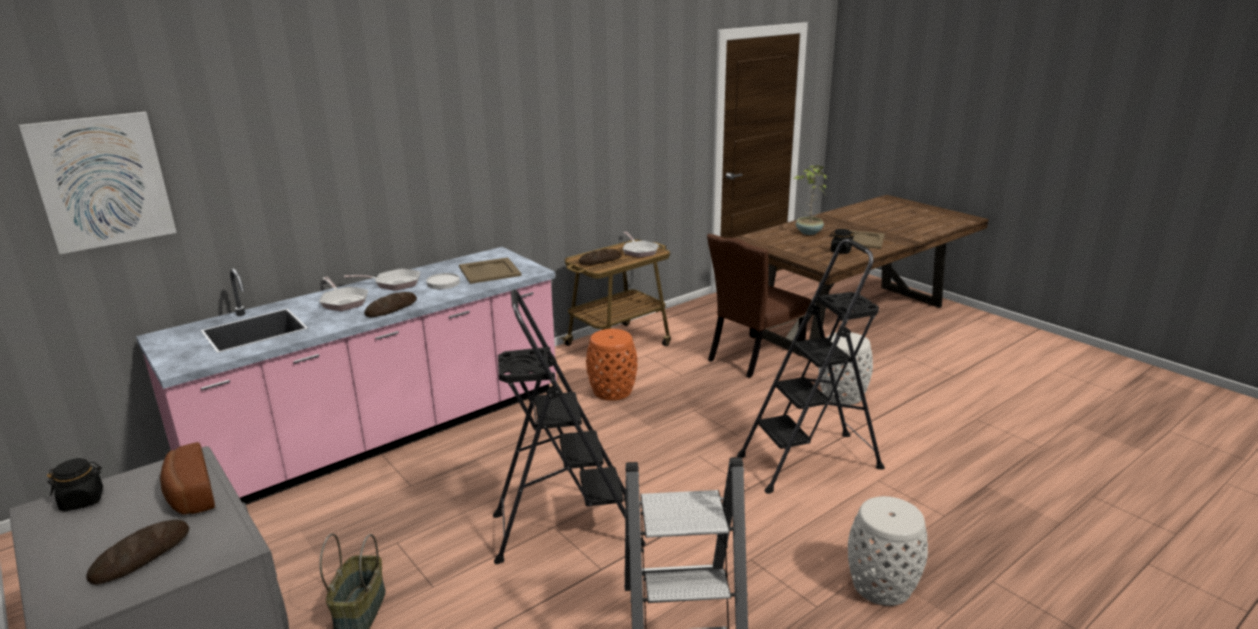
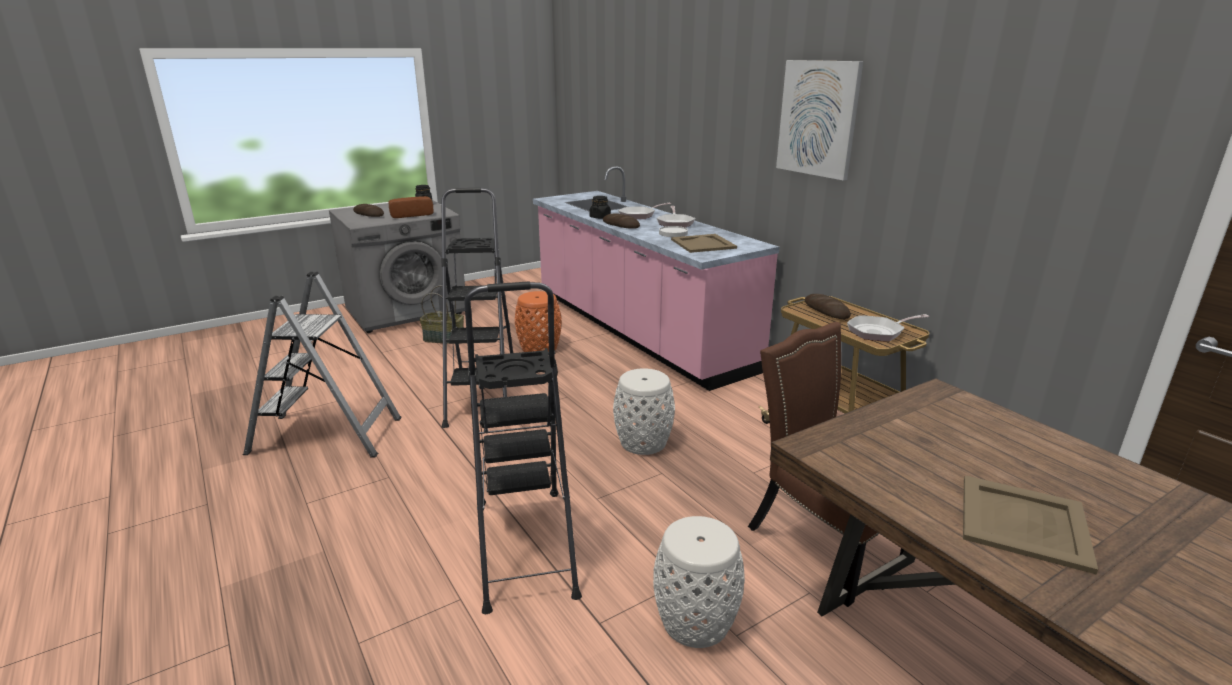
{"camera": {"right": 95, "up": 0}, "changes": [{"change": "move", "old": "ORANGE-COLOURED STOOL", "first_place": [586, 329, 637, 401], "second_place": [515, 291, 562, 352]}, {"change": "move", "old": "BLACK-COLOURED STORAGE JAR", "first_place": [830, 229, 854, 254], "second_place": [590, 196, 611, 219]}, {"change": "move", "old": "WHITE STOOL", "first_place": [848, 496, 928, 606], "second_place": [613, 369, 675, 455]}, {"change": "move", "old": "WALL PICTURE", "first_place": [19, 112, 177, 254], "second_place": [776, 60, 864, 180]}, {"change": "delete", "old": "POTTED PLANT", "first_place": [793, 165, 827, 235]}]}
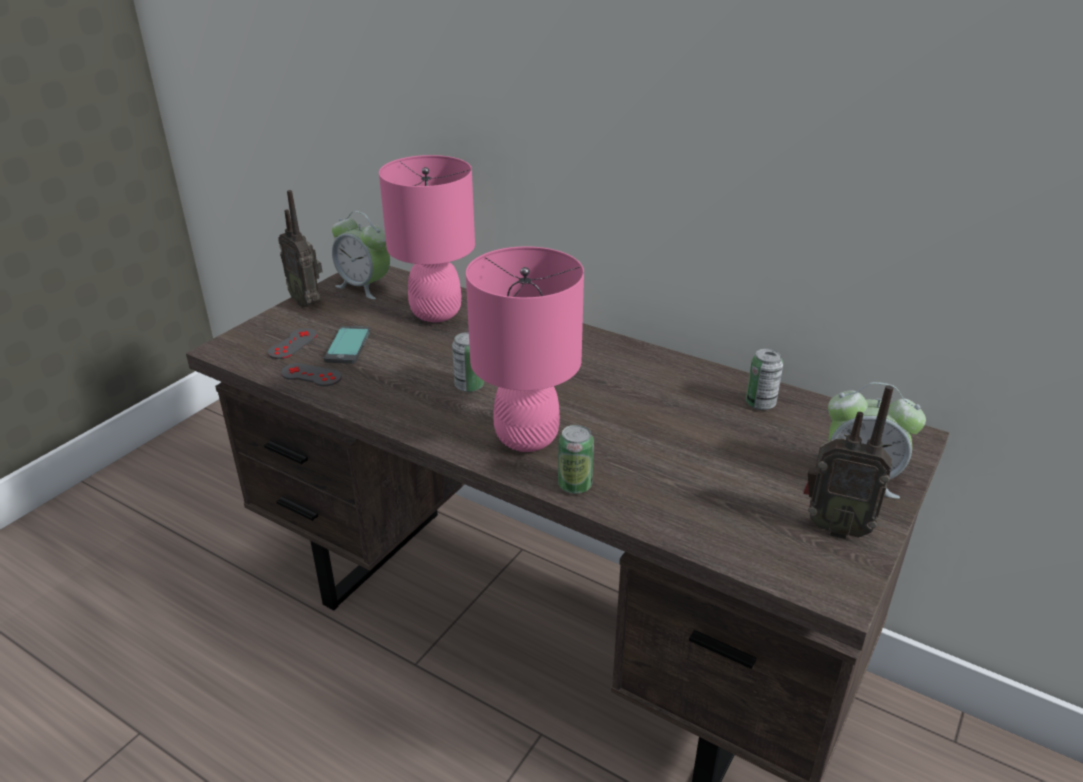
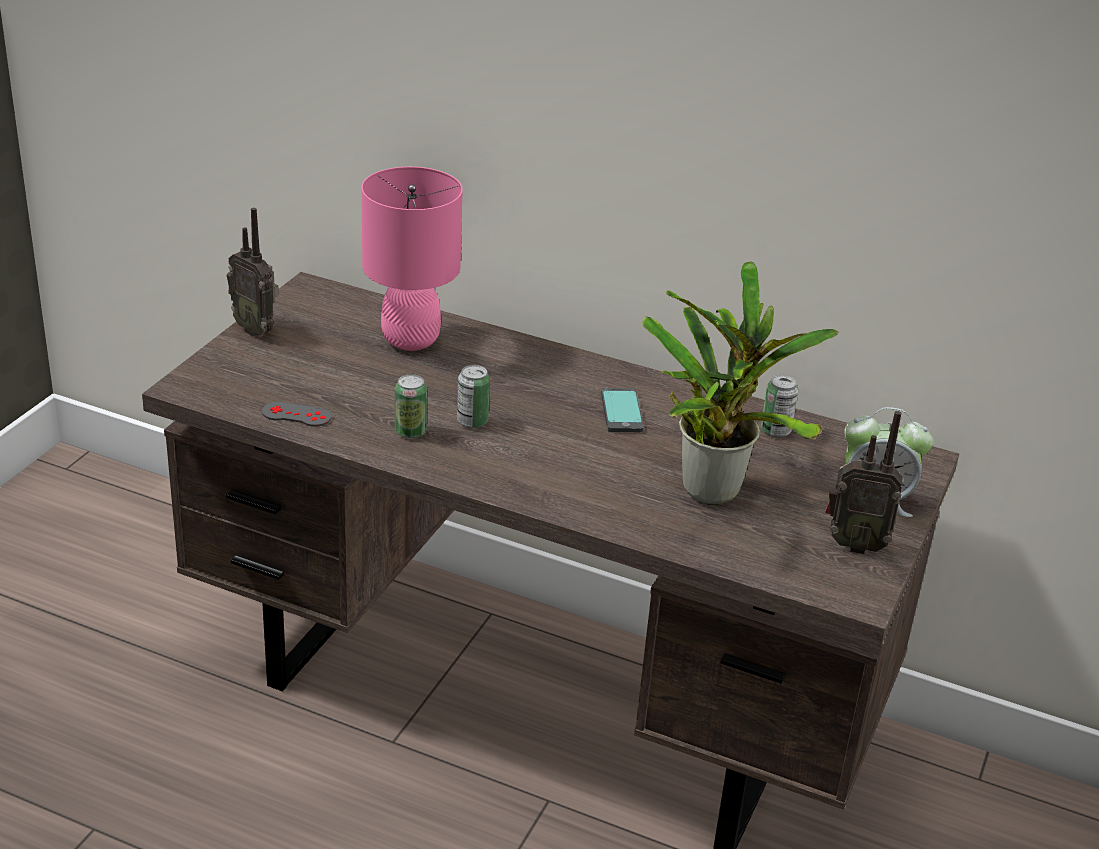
{"camera": {"right": -10, "up": 0}, "changes": [{"change": "move", "old": "SEALED CAN", "first_place": [558, 425, 594, 494], "second_place": [395, 374, 427, 438]}, {"change": "move", "old": "PHONE", "first_place": [324, 326, 371, 364], "second_place": [601, 388, 644, 432]}, {"change": "insert", "new": "POTTED PLANT", "second_place": [642, 261, 839, 505]}, {"change": "delete", "old": "GREYISH GAMEPAD", "first_place": [268, 328, 317, 359]}, {"change": "delete", "old": "ALARM CLOCK", "first_place": [332, 211, 390, 299]}, {"change": "delete", "old": "PINKISH TABLE LAMP", "first_place": [466, 246, 584, 452]}]}
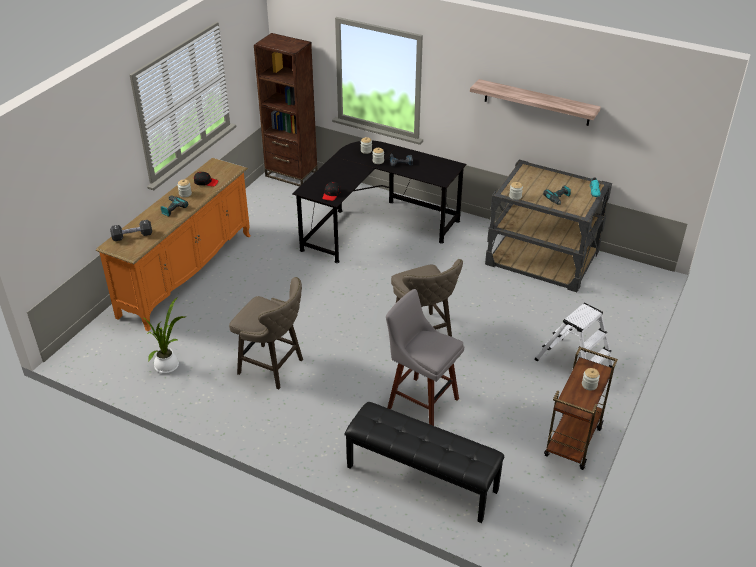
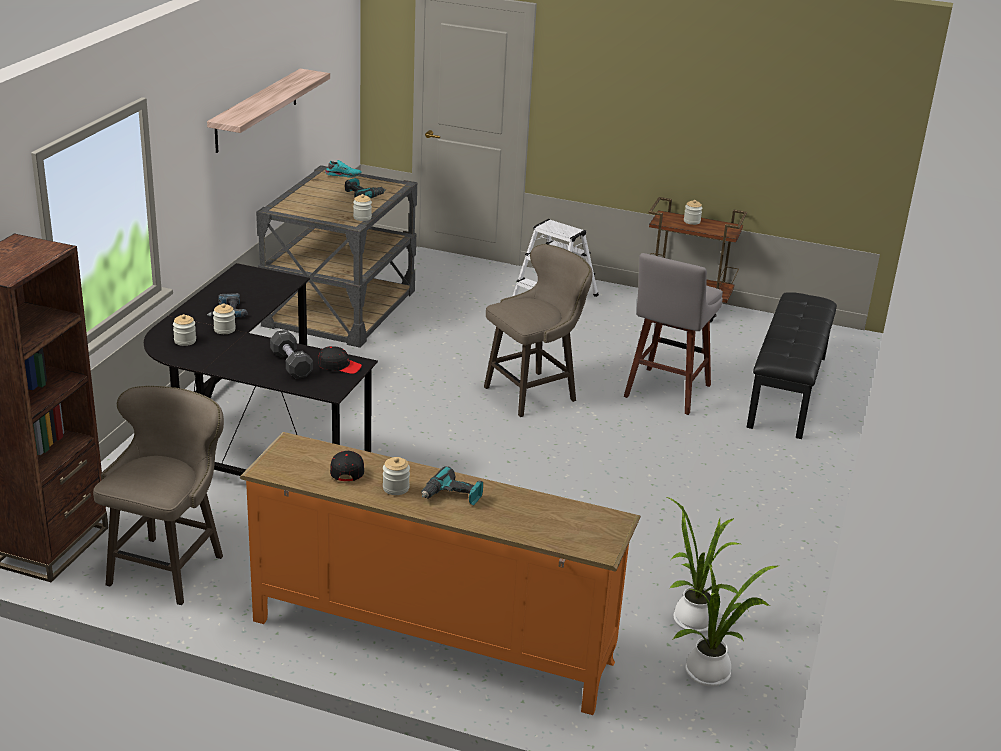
{"camera": {"right": -100, "up": -10}, "changes": [{"change": "move", "old": "BEIGE STOOL", "first_place": [229, 277, 303, 389], "second_place": [93, 386, 224, 605]}, {"change": "move", "old": "BLACK-COLOURED DUMBBELL", "first_place": [110, 220, 152, 241], "second_place": [270, 330, 313, 379]}, {"change": "insert", "new": "POTTED PLANT", "second_place": [673, 563, 778, 687]}]}
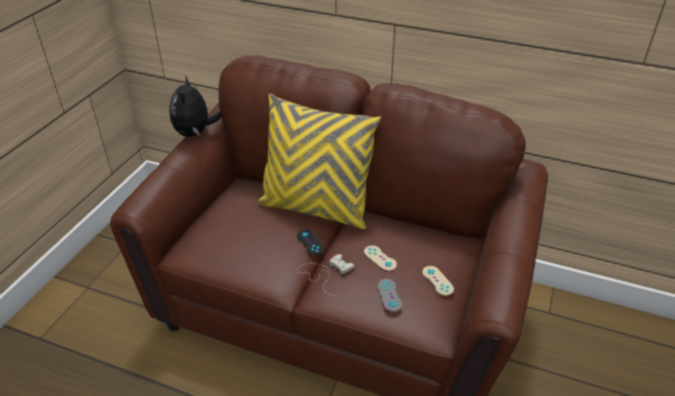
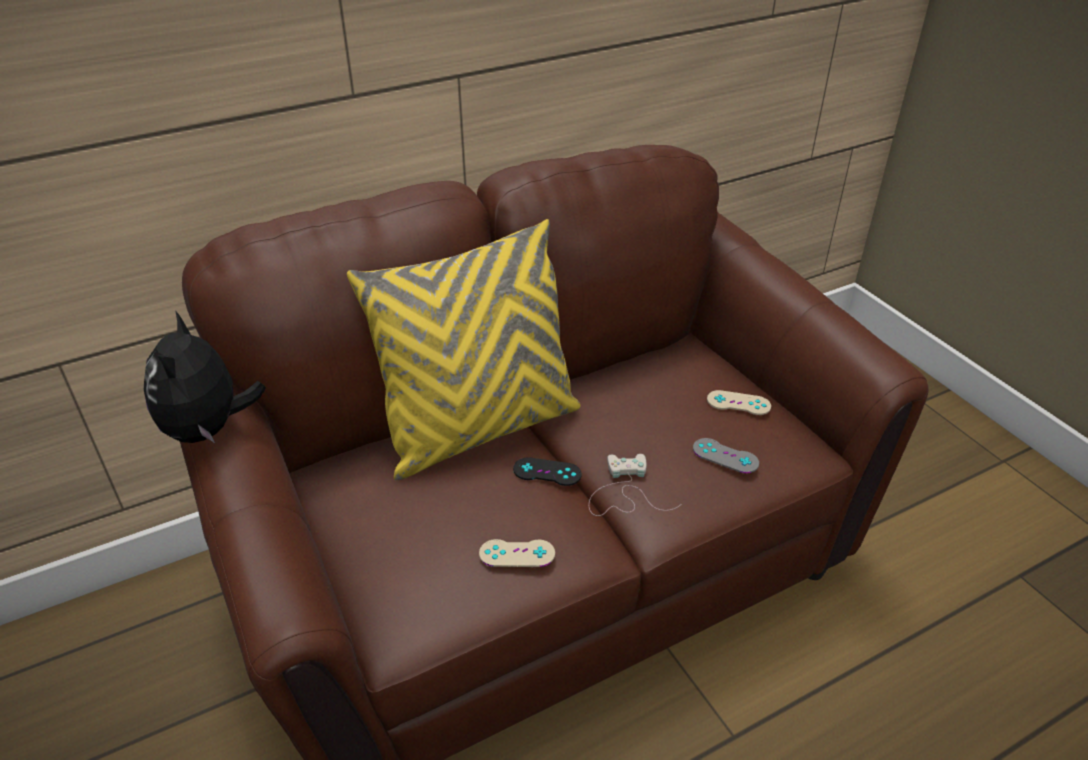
{"camera": {"right": -50, "up": 0}, "changes": [{"change": "rotate", "old": "CUDDLY TOY", "first_place": [169, 76, 222, 137], "second_place": [143, 312, 266, 443], "degrees": 45}, {"change": "move", "old": "BEIGE GAMEPAD", "first_place": [364, 245, 397, 271], "second_place": [479, 539, 555, 567]}]}
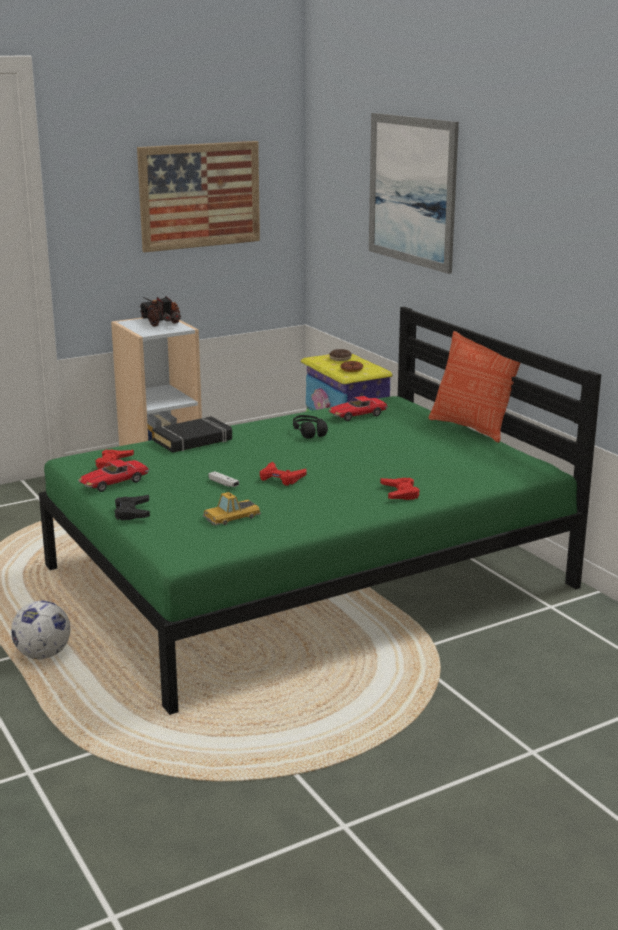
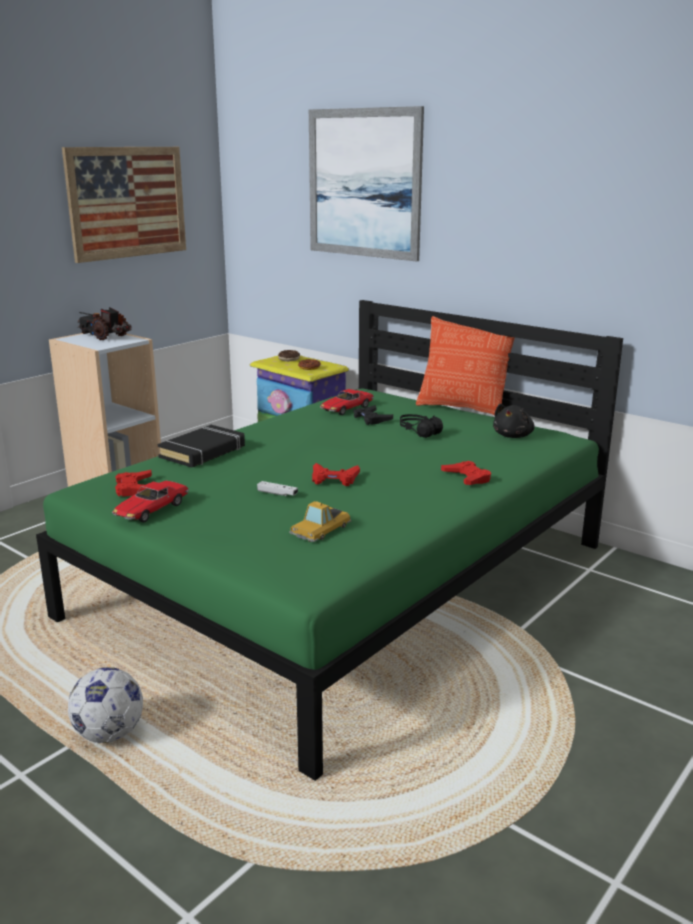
{"camera": {"right": -20, "up": 0}, "changes": [{"change": "move", "old": "BLACK-COLOURED GAMEPAD", "first_place": [115, 495, 150, 520], "second_place": [354, 405, 393, 425]}, {"change": "move", "old": "BLACK-COLOURED PAIR OF HEADPHONES", "first_place": [293, 415, 328, 439], "second_place": [400, 414, 443, 438]}, {"change": "insert", "new": "BLACK-COLOURED CUDDLY TOY", "second_place": [493, 404, 535, 438]}]}
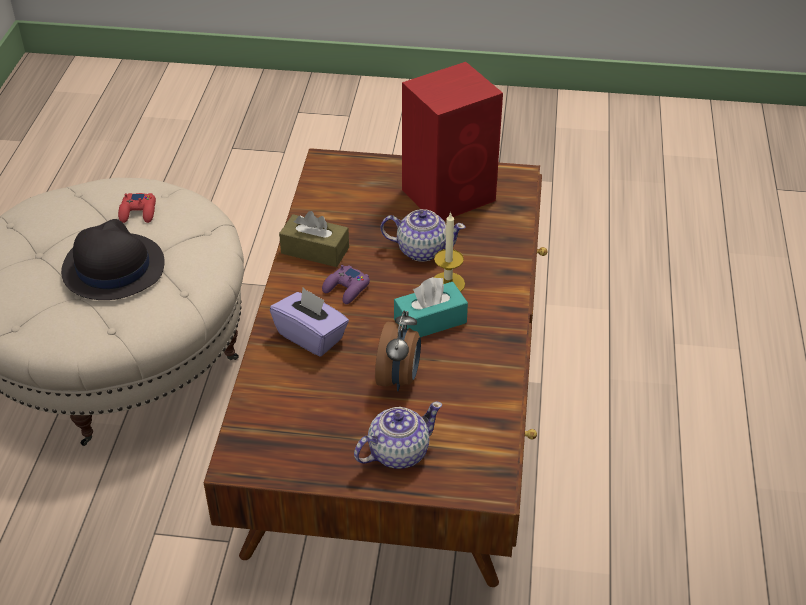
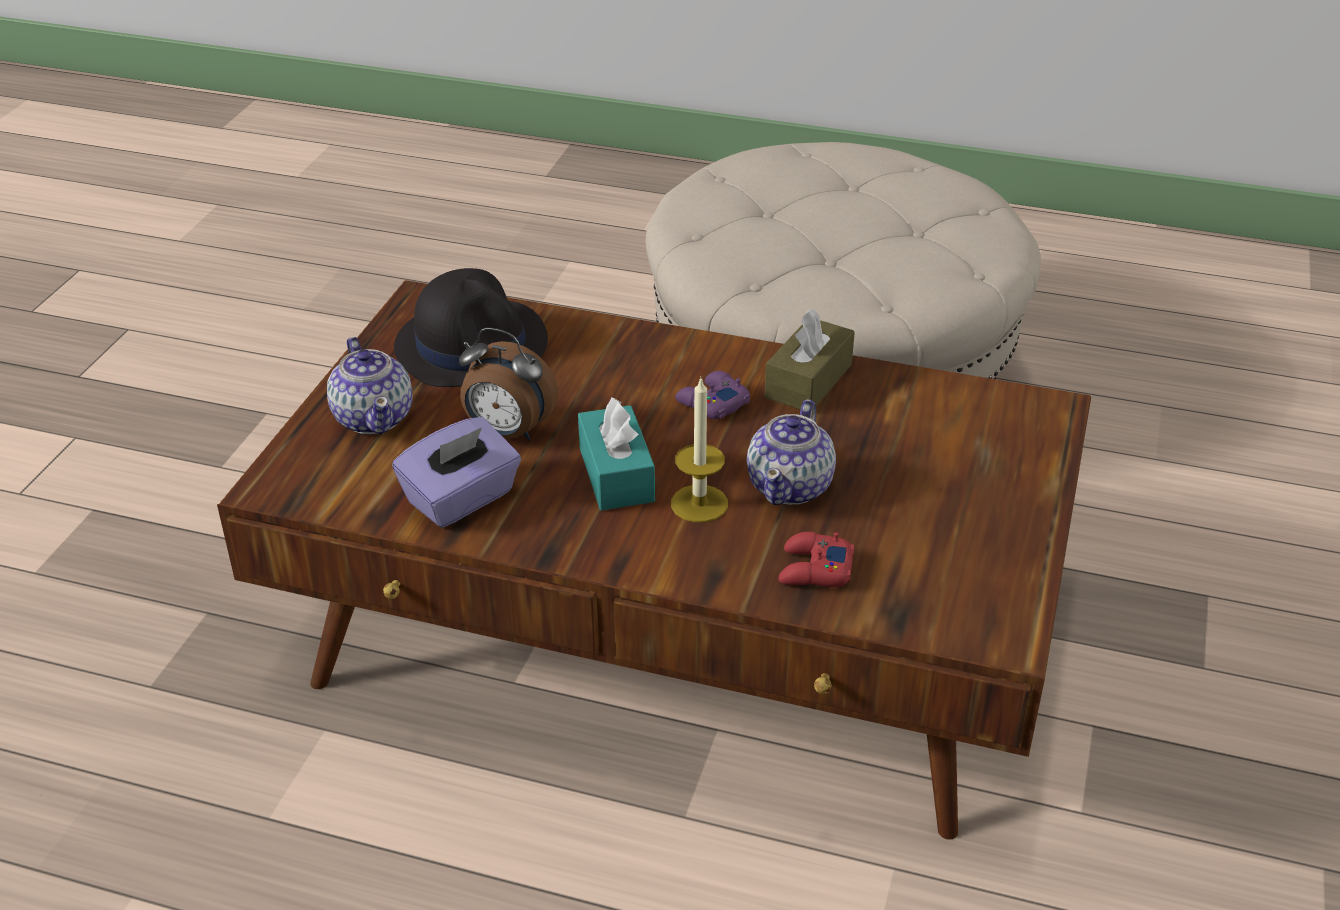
{"camera": {"right": 100, "up": -5}, "changes": [{"change": "move", "old": "PURPLISH TISSUE BOX", "first_place": [270, 287, 349, 357], "second_place": [392, 417, 521, 528]}, {"change": "move", "old": "BLACK-COLOURED HAT", "first_place": [61, 219, 165, 300], "second_place": [394, 268, 548, 387]}, {"change": "move", "old": "REDDISH GAMEPAD", "first_place": [118, 193, 156, 223], "second_place": [779, 532, 854, 587]}, {"change": "delete", "old": "REDDISH SPEAKER", "first_place": [402, 62, 503, 221]}]}
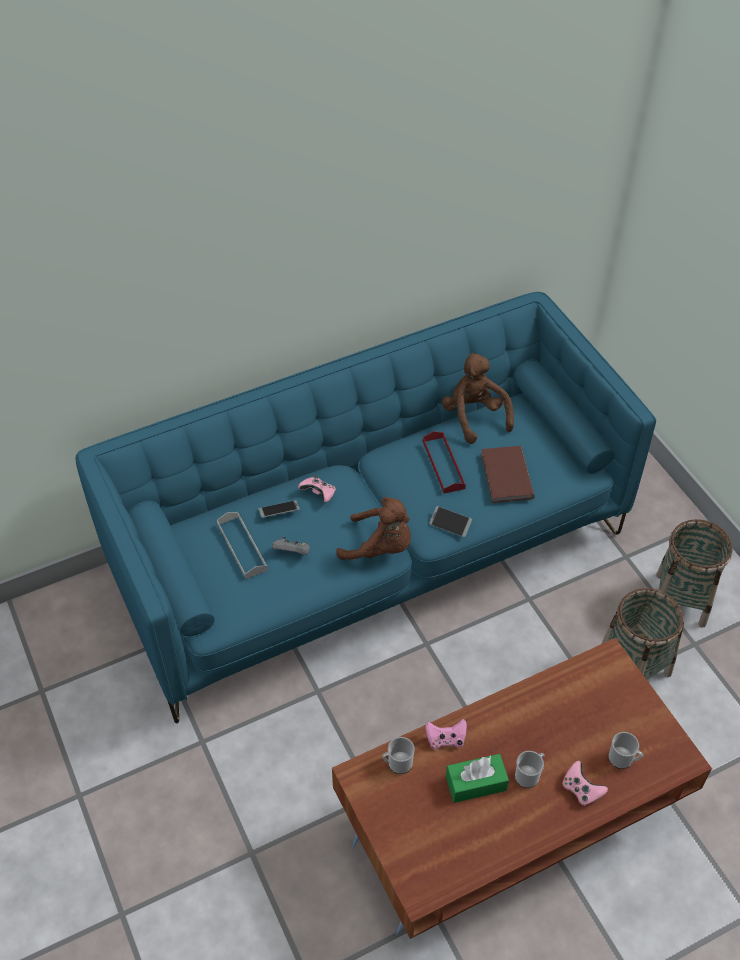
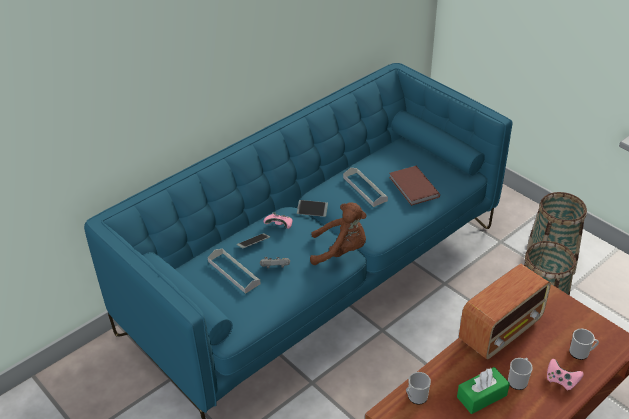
{"camera": {"right": -15, "up": -10}, "changes": [{"change": "move", "old": "PHONE", "first_place": [429, 506, 472, 537], "second_place": [297, 200, 328, 217]}, {"change": "recolor", "old": "REDDISH CARRYING TRAY", "new": "GREYISH CARRYING TRAY", "first_place": [423, 431, 466, 494], "second_place": [343, 168, 388, 207]}, {"change": "insert", "new": "RADIO", "second_place": [459, 264, 551, 359]}, {"change": "delete", "old": "PINKISH GAMEPAD", "first_place": [425, 719, 467, 749]}, {"change": "delete", "old": "BROWN CUDDLY TOY", "first_place": [442, 353, 514, 444]}]}
